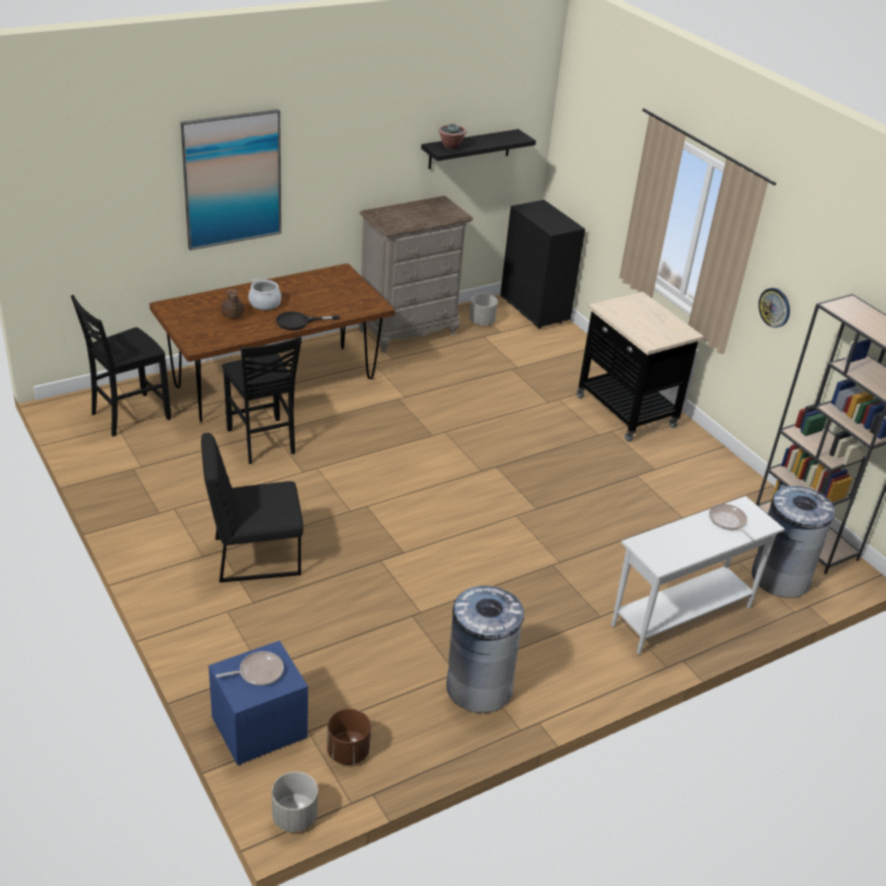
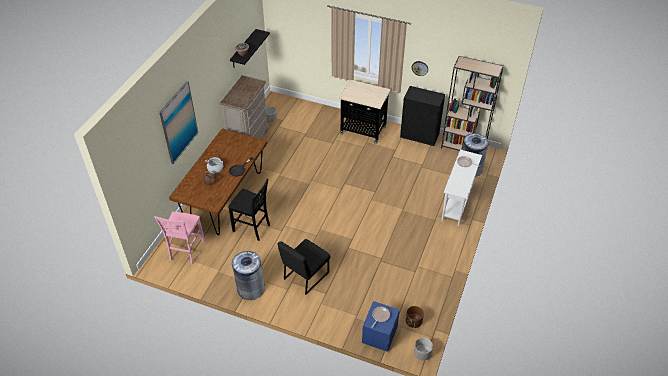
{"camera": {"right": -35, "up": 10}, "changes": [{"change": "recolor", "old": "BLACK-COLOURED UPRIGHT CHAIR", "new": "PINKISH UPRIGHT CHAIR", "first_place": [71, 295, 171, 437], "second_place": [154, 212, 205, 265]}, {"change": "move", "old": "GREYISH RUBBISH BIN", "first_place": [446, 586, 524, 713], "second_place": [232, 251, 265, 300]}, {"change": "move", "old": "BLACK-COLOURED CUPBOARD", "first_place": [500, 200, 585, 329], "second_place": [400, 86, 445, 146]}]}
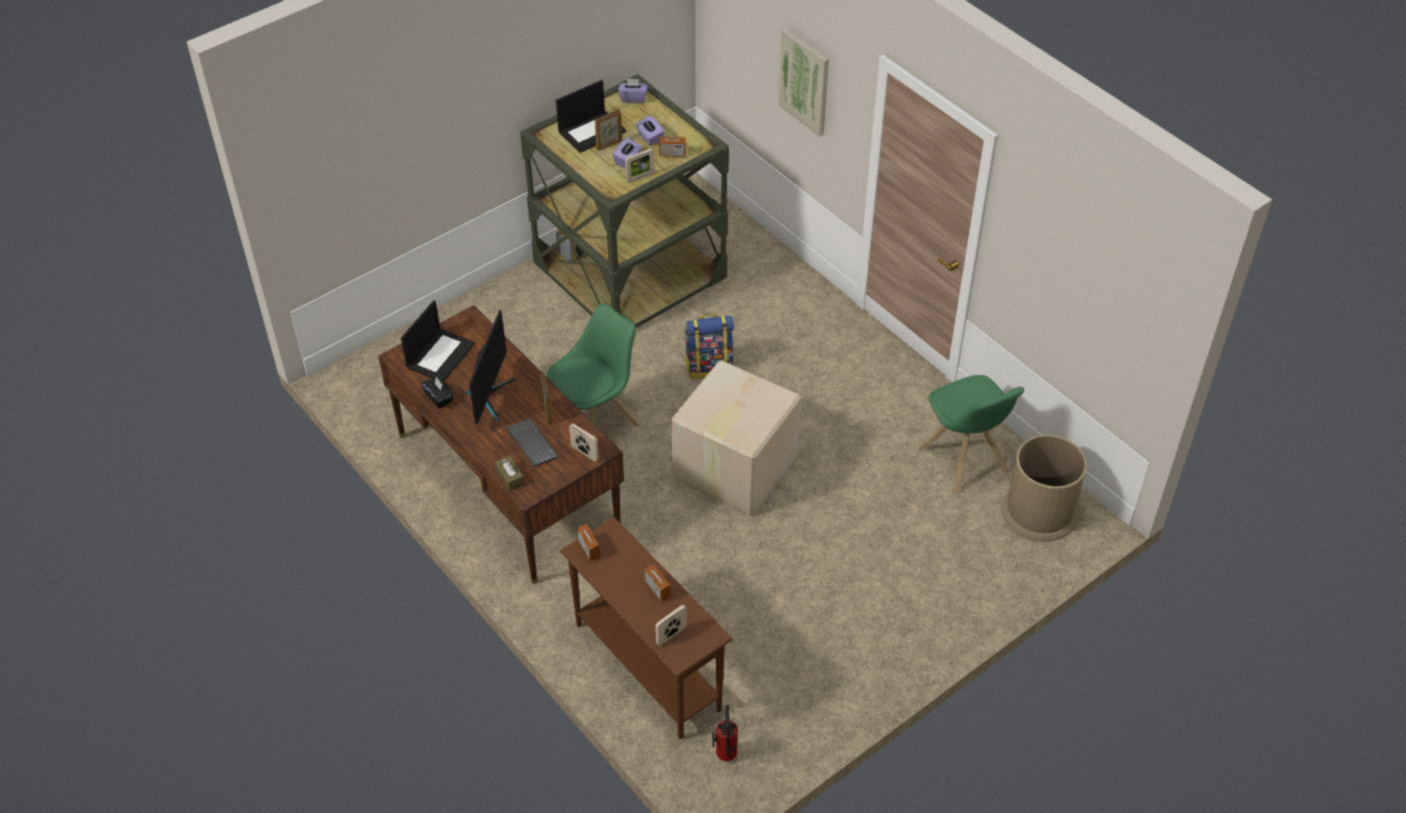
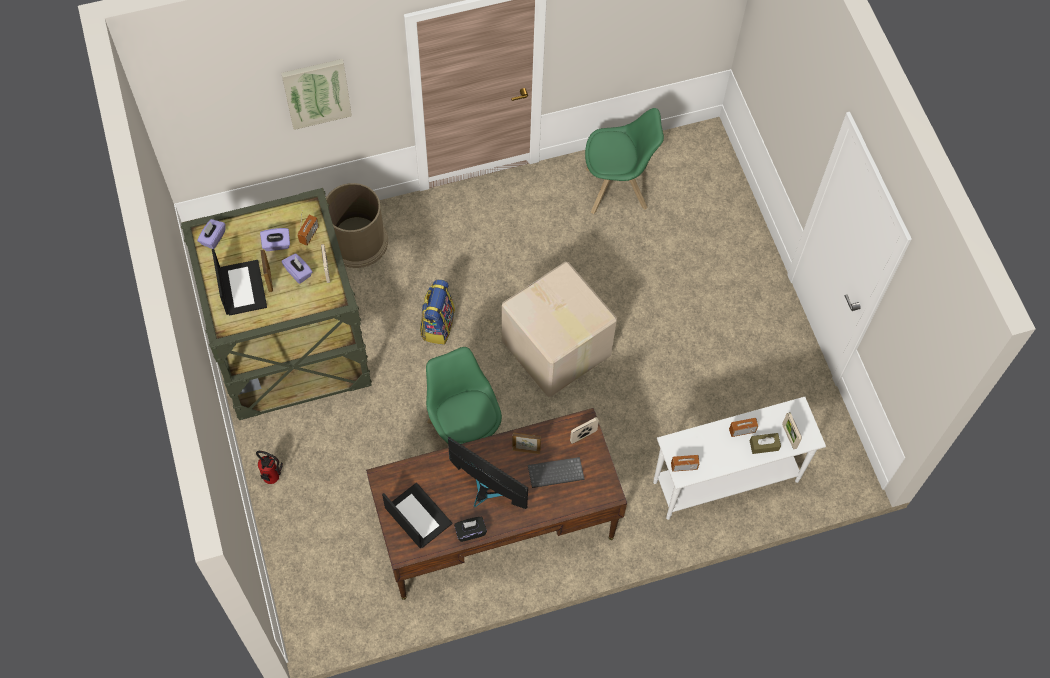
{"camera": {"right": -70, "up": 15}, "changes": [{"change": "move", "old": "EXTINGUISHER", "first_place": [712, 705, 738, 761], "second_place": [256, 451, 283, 484]}, {"change": "move", "old": "BROWN RUBBISH BIN", "first_place": [1002, 435, 1087, 542], "second_place": [326, 183, 388, 268]}, {"change": "recolor", "old": "BROWN CONSOLE TABLE", "new": "WHITE CONSOLE TABLE", "first_place": [560, 517, 732, 739], "second_place": [653, 397, 826, 520]}, {"change": "move", "old": "BROWN TISSUE BOX", "first_place": [495, 455, 525, 491], "second_place": [750, 433, 781, 454]}]}
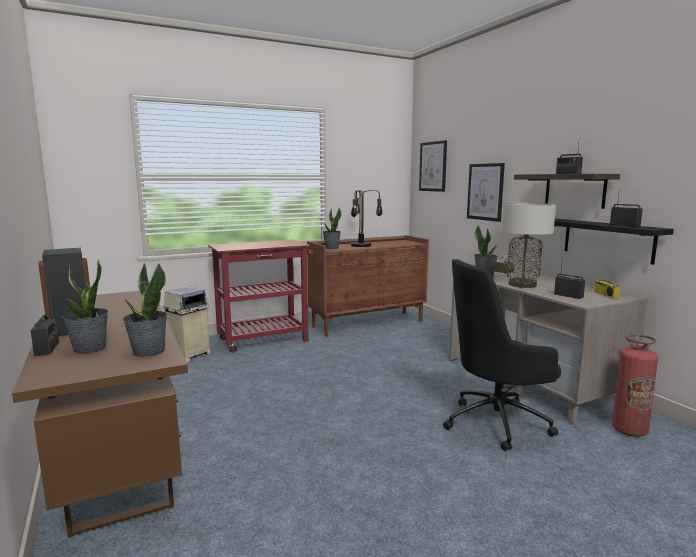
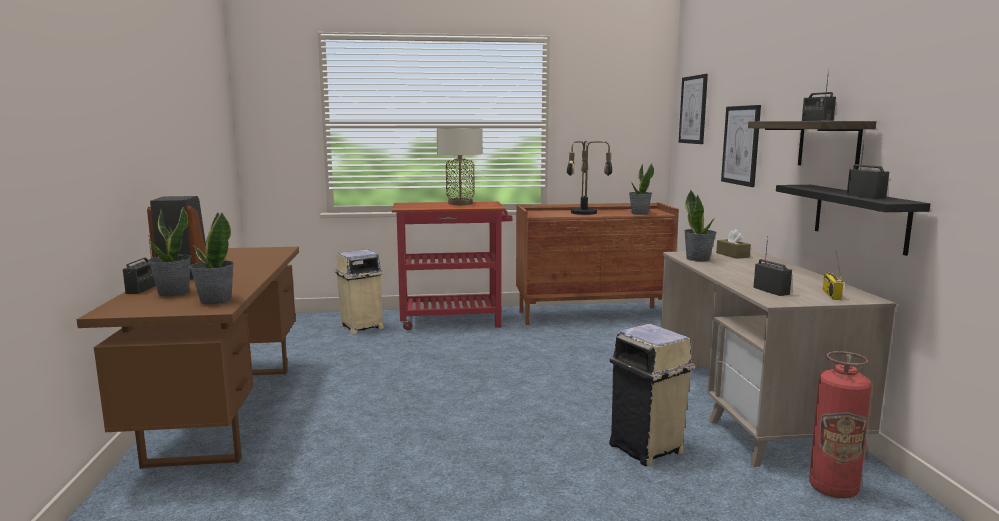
{"camera": {"right": 20, "up": 0}, "changes": [{"change": "move", "old": "TABLE LAMP", "first_place": [500, 203, 556, 288], "second_place": [437, 128, 483, 205]}, {"change": "replace", "old": "BLACK-COLOURED OFFICE CHAIR", "new": "BEIGE RUBBISH BIN", "first_place": [443, 259, 561, 451], "second_place": [609, 324, 695, 466]}, {"change": "move", "old": "POTTED PLANT", "first_place": [323, 207, 341, 249], "second_place": [629, 163, 654, 215]}]}
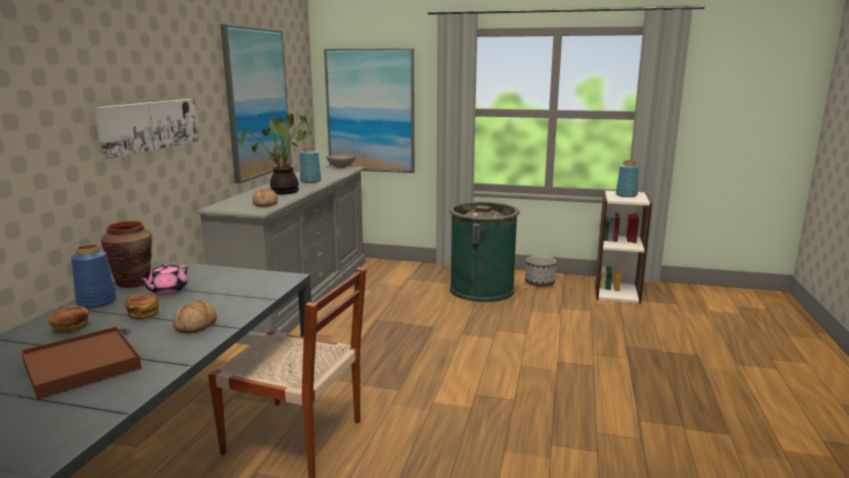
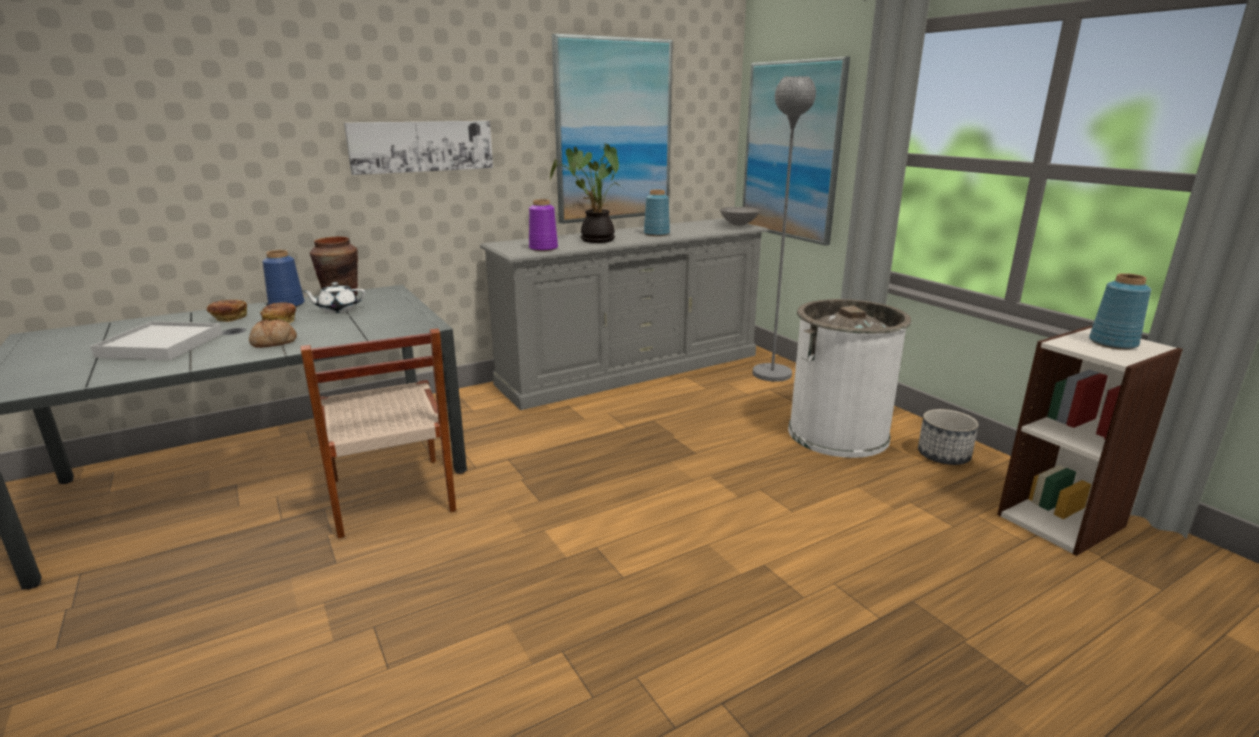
{"camera": {"right": 45, "up": 5}, "changes": [{"change": "recolor", "old": "BROWN CARRYING TRAY", "new": "WHITE CARRYING TRAY", "first_place": [21, 326, 141, 399], "second_place": [91, 321, 222, 360]}, {"change": "recolor", "old": "PINKISH TEA POT", "new": "WHITE TEA POT", "first_place": [139, 263, 189, 295], "second_place": [302, 282, 366, 313]}, {"change": "replace", "old": "BAKED BREAD", "new": "PURPLISH FLOWER VASE", "first_place": [253, 188, 278, 207], "second_place": [529, 199, 558, 251]}, {"change": "insert", "new": "GREYISH FLOOR LAMP", "second_place": [753, 76, 816, 382]}, {"change": "recolor", "old": "GREEN-COLOURED RUBBISH BIN", "new": "WHITE RUBBISH BIN", "first_place": [449, 202, 520, 302], "second_place": [788, 299, 912, 458]}]}
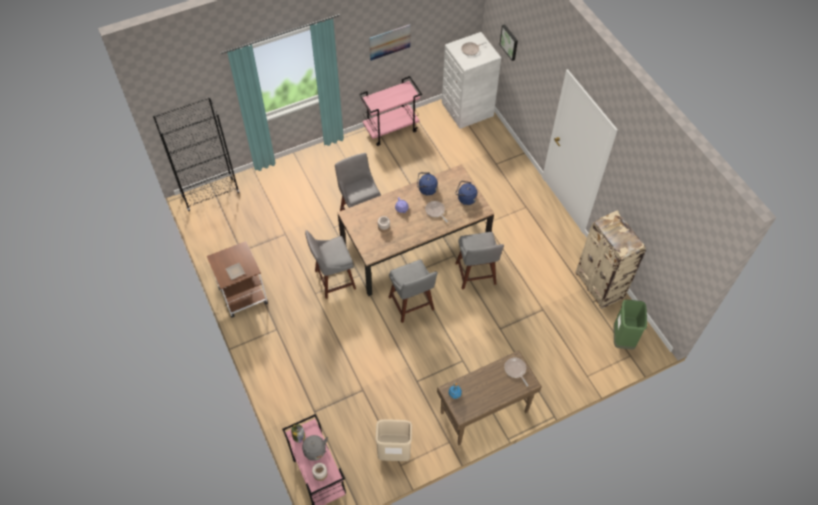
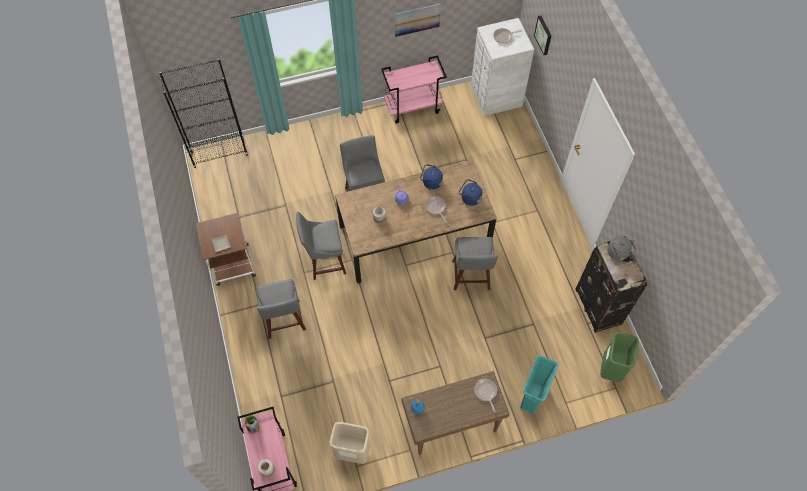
{"camera": {"right": 10, "up": 5}, "changes": [{"change": "move", "old": "GREYISH UPRIGHT CHAIR", "first_place": [389, 259, 438, 323], "second_place": [256, 279, 306, 339]}, {"change": "insert", "new": "TURQUOISE RUBBISH BIN", "second_place": [520, 355, 558, 414]}, {"change": "recolor", "old": "BEIGE CUPBOARD", "new": "BLACK-COLOURED CUPBOARD", "first_place": [576, 210, 646, 309], "second_place": [575, 236, 647, 333]}, {"change": "move", "old": "GREYISH KETTLE", "first_place": [302, 435, 329, 461], "second_place": [608, 236, 636, 261]}]}
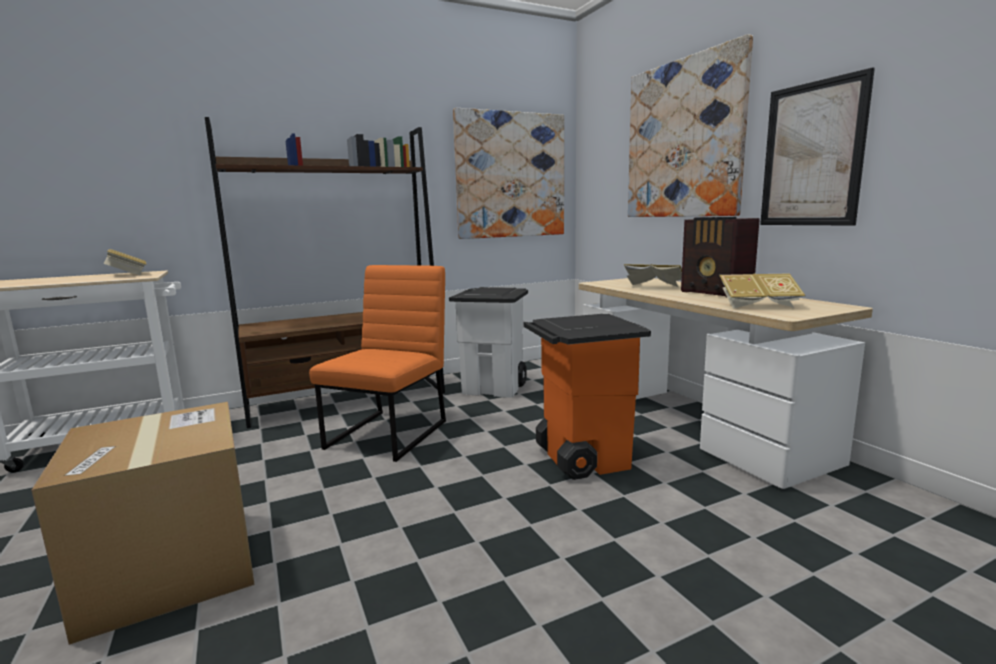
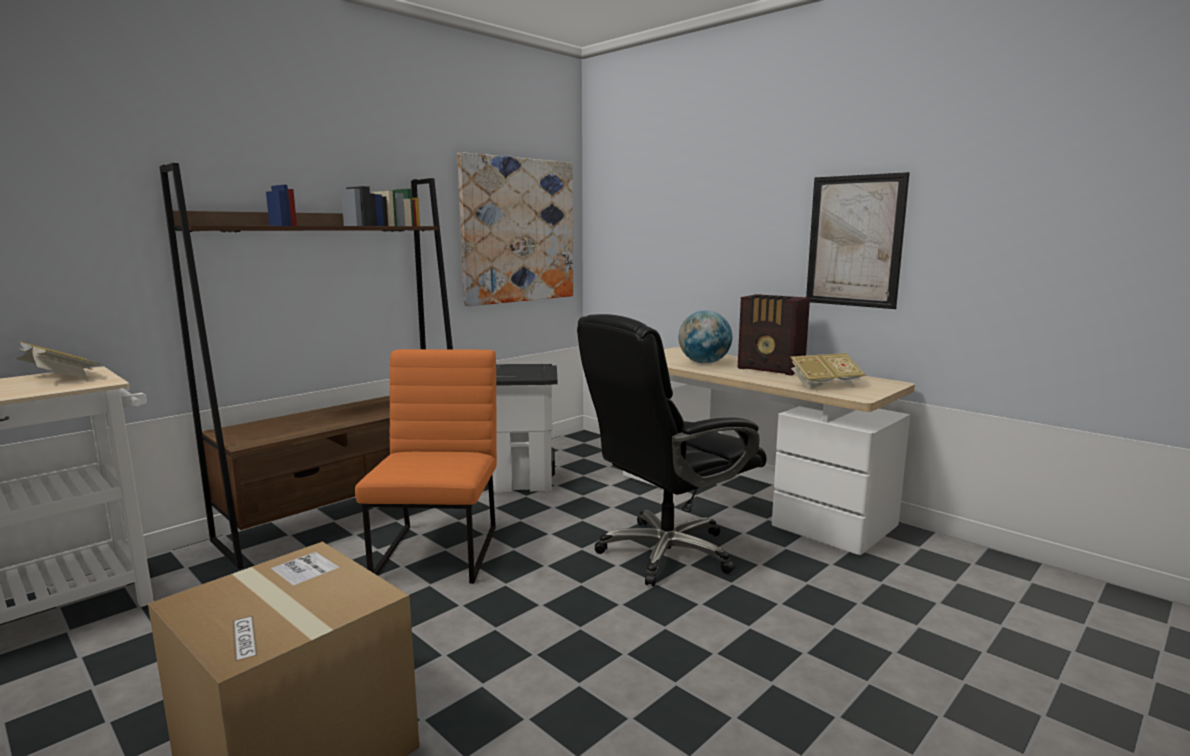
{"camera": {"right": -20, "up": 0}, "changes": [{"change": "replace", "old": "ORANGE-COLOURED RUBBISH BIN", "new": "BLACK-COLOURED OFFICE CHAIR", "first_place": [524, 314, 651, 480], "second_place": [577, 314, 766, 587]}, {"change": "replace", "old": "BOUND BOOK", "new": "WORLD GLOBE", "first_place": [624, 264, 682, 287], "second_place": [678, 310, 732, 364]}, {"change": "delete", "old": "WALL PICTURE", "first_place": [628, 34, 753, 217]}]}
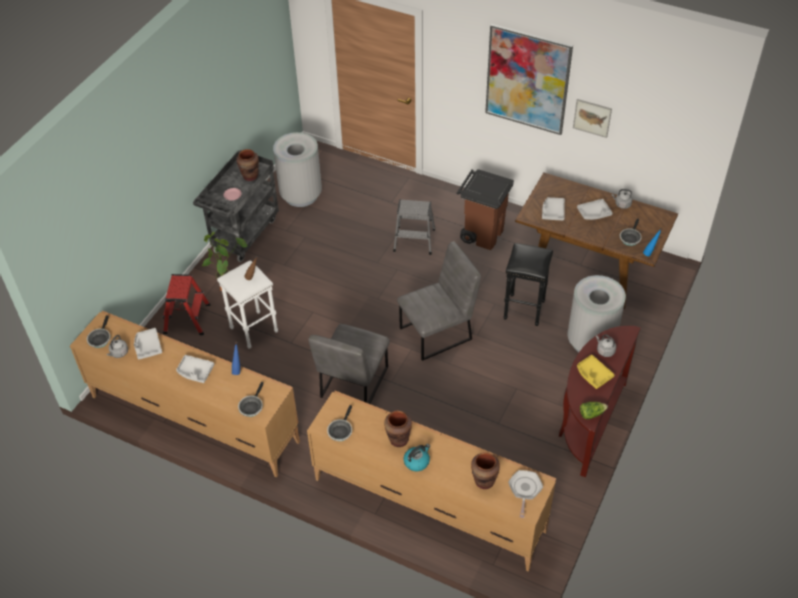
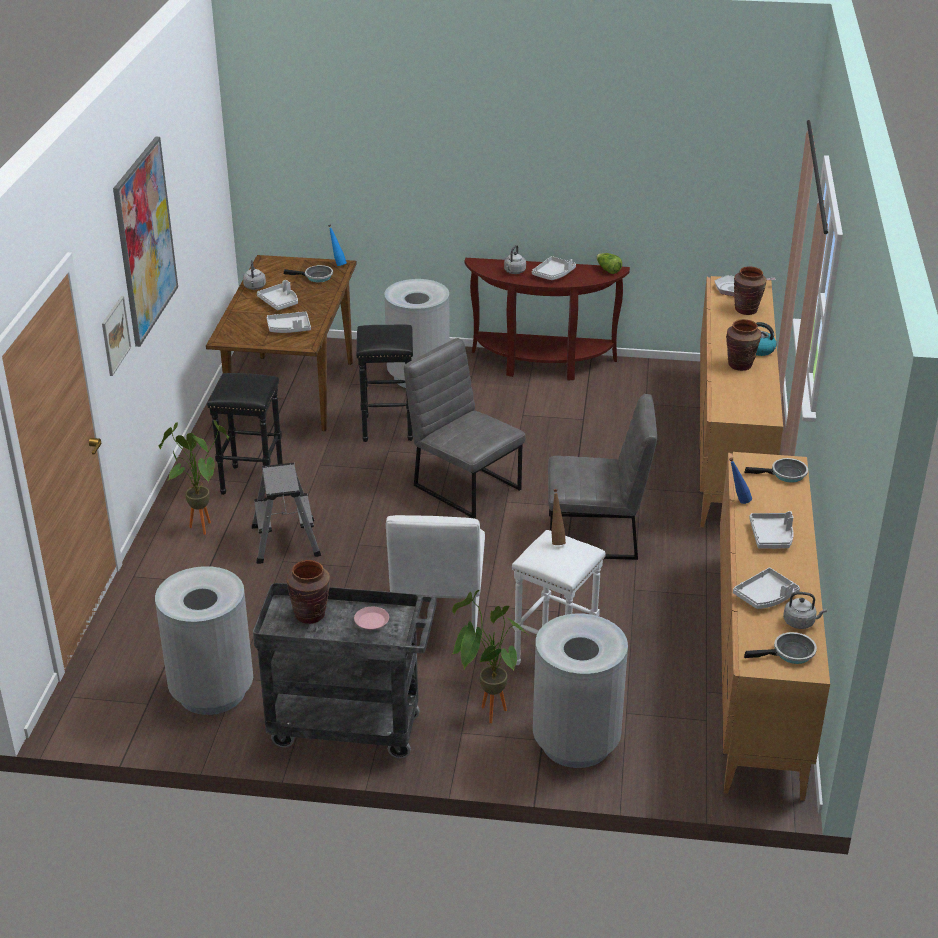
{"camera": {"right": -110, "up": -15}, "changes": [{"change": "move", "old": "WALL PICTURE", "first_place": [573, 99, 612, 138], "second_place": [102, 296, 131, 376]}, {"change": "insert", "new": "POTTED PLANT", "second_place": [159, 420, 229, 535]}, {"change": "replace", "old": "BROWN RUBBISH BIN", "new": "BLACK-COLOURED STOOL", "first_place": [457, 169, 514, 250], "second_place": [207, 373, 283, 495]}, {"change": "insert", "new": "WHITE UPRIGHT CHAIR", "second_place": [386, 515, 485, 633]}, {"change": "recolor", "old": "YELLOWISH CARRYING TRAY", "new": "GREYISH CARRYING TRAY", "first_place": [577, 355, 614, 389], "second_place": [532, 256, 576, 280]}, {"change": "replace", "old": "REDDISH STEP LADDER", "new": "GREYISH RUBBISH BIN", "first_place": [162, 274, 211, 335], "second_place": [533, 613, 628, 768]}, {"change": "delete", "old": "PAN", "first_place": [327, 405, 352, 441]}]}
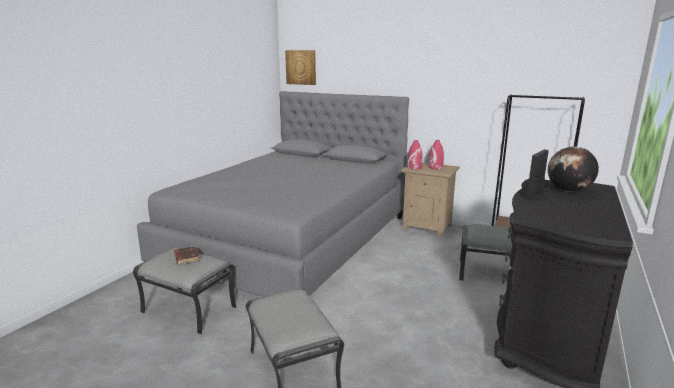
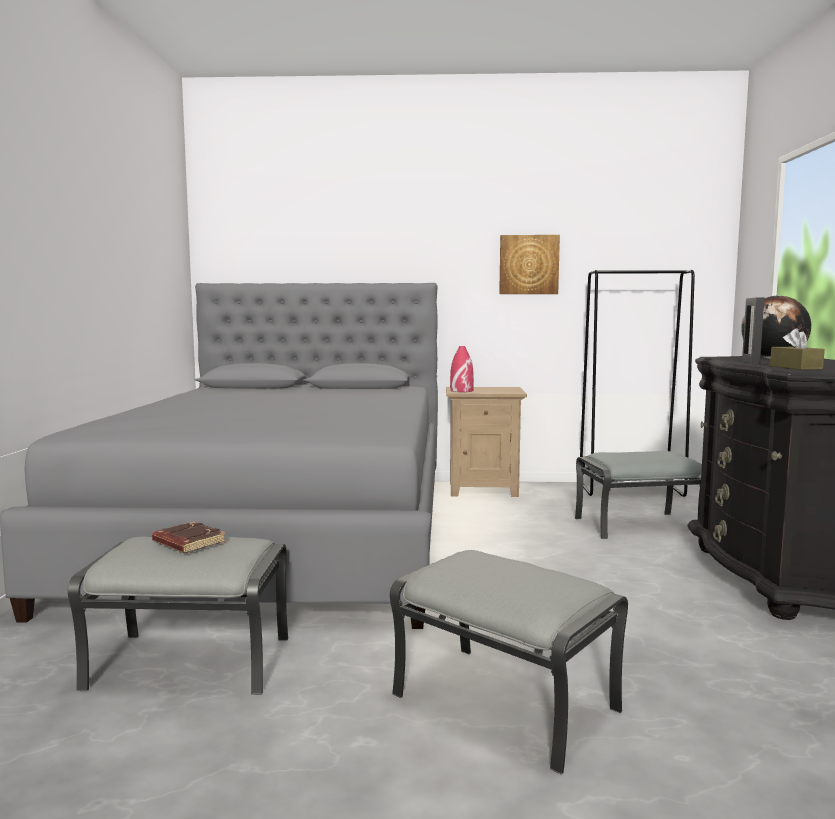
{"camera": {"right": -25, "up": -10}, "changes": [{"change": "move", "old": "WALL PICTURE", "first_place": [285, 50, 316, 85], "second_place": [499, 235, 560, 294]}, {"change": "insert", "new": "BROWN TISSUE BOX", "second_place": [770, 328, 825, 370]}, {"change": "delete", "old": "REDDISH FLOWER VASE", "first_place": [428, 140, 444, 169]}]}
